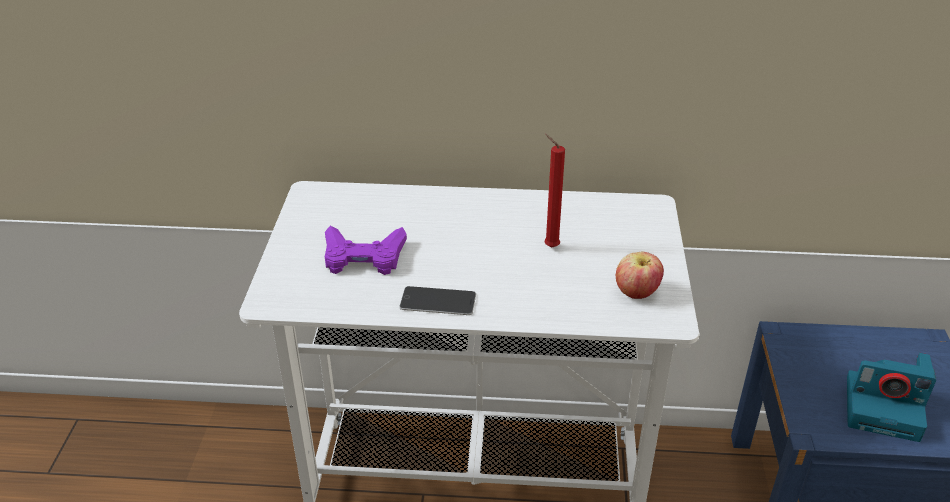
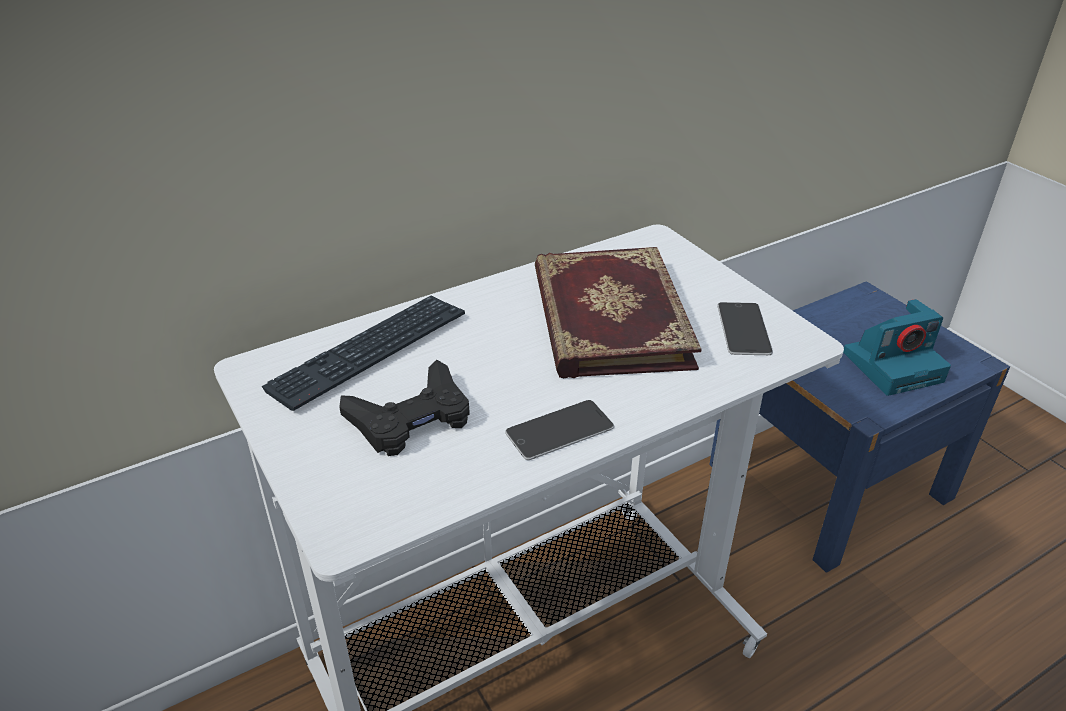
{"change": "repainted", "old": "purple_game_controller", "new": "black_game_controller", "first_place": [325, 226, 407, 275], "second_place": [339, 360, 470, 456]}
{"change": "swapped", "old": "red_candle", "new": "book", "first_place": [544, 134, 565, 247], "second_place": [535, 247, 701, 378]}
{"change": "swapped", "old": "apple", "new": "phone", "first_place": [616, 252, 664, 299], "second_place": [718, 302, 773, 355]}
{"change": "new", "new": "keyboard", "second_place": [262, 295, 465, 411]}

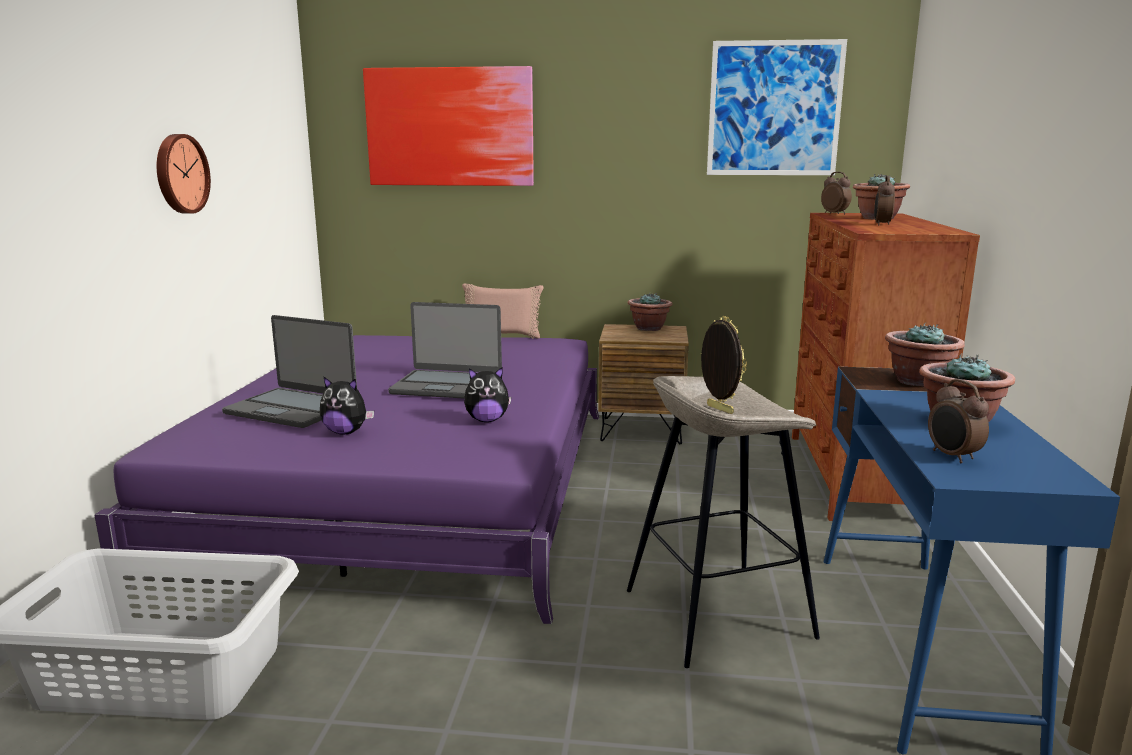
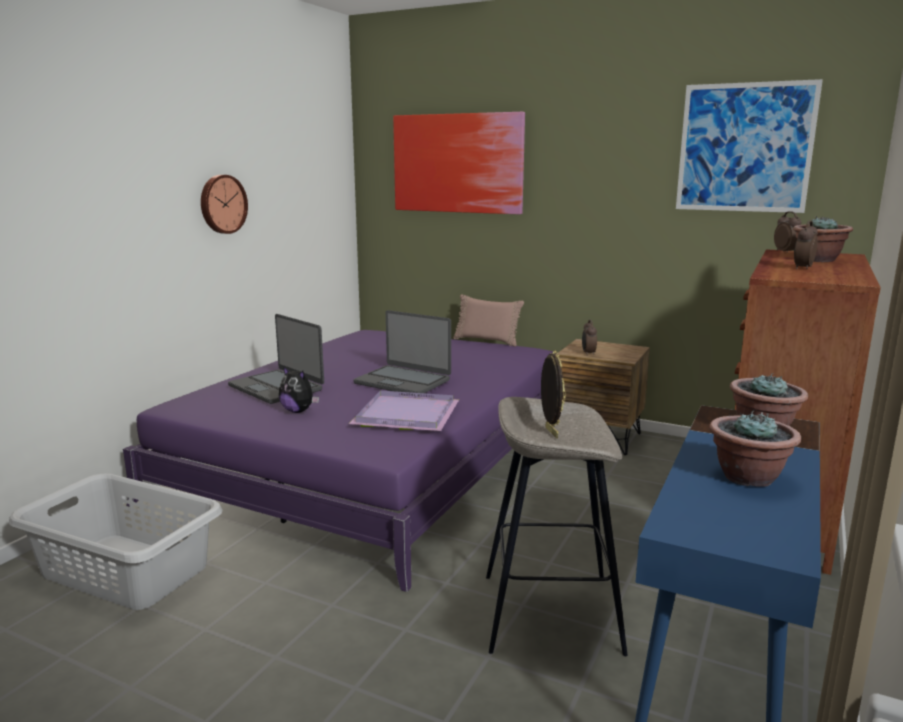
{"change": "swapped", "old": "plush_toy", "new": "purple_tray", "first_place": [464, 367, 511, 422], "second_place": [349, 390, 459, 431]}
{"change": "gone", "old": "potted_plant", "first_place": [628, 292, 672, 331]}
{"change": "shifted", "old": "alarm_clock", "first_place": [928, 379, 989, 463], "second_place": [582, 320, 597, 356]}

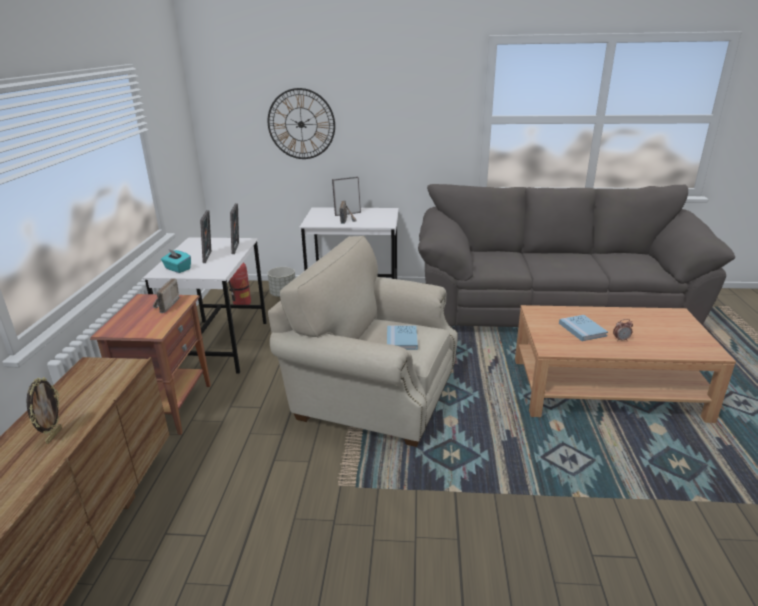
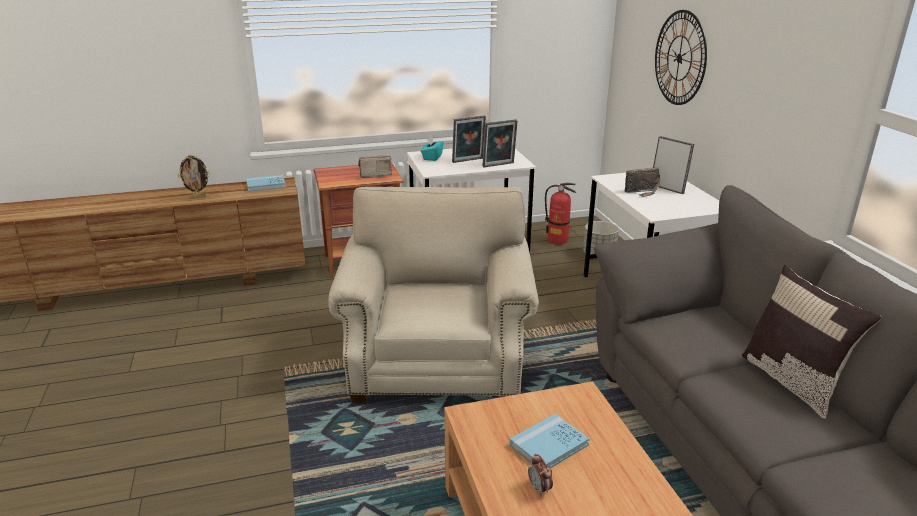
{"change": "shifted", "old": "blue_book", "first_place": [387, 325, 418, 350], "second_place": [246, 174, 286, 192]}
{"change": "new", "new": "pillow", "second_place": [742, 265, 881, 419]}

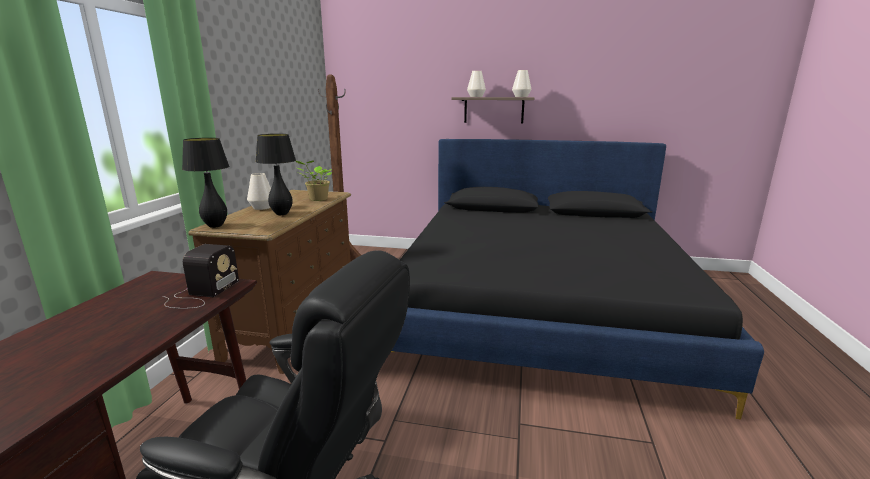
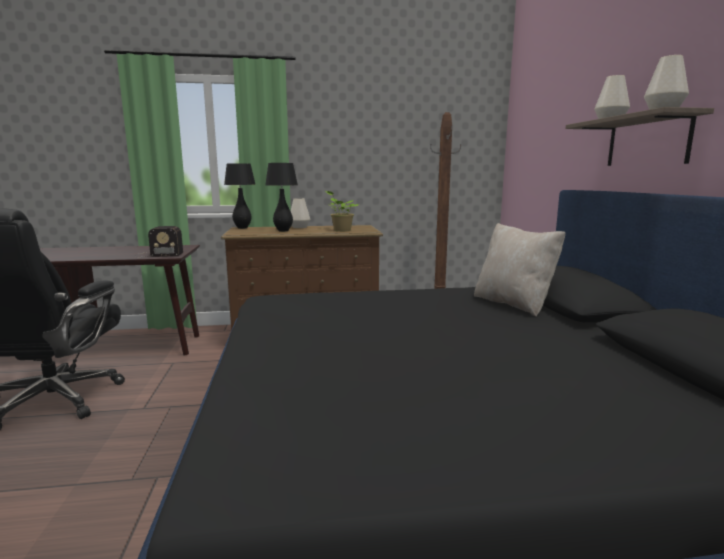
{"change": "new", "new": "beige_pillow", "second_place": [474, 223, 566, 317]}

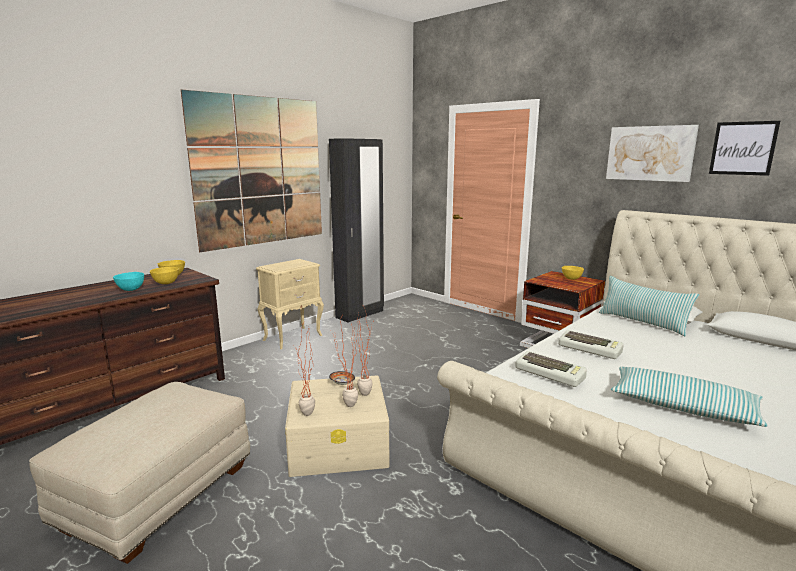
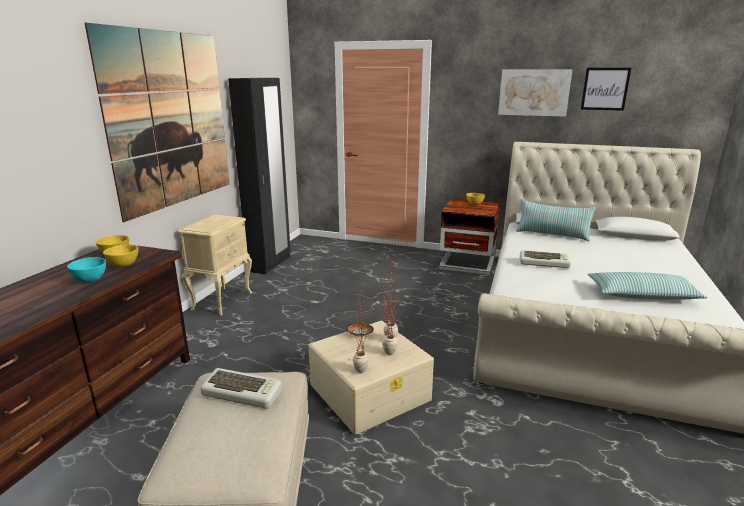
{"change": "shifted", "old": "keyboard", "first_place": [515, 351, 587, 387], "second_place": [200, 368, 282, 409]}

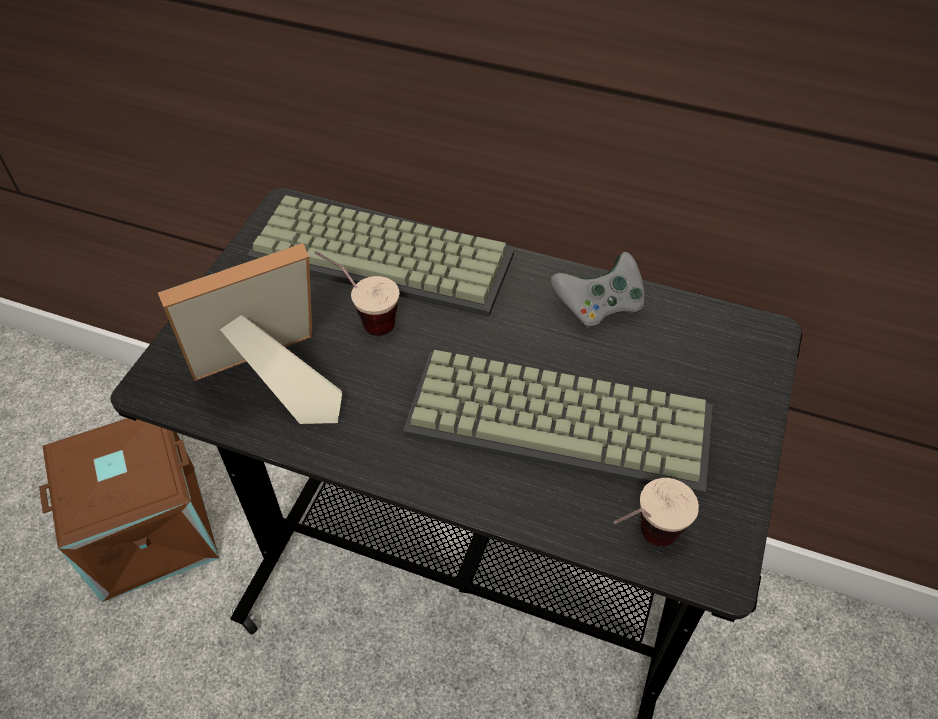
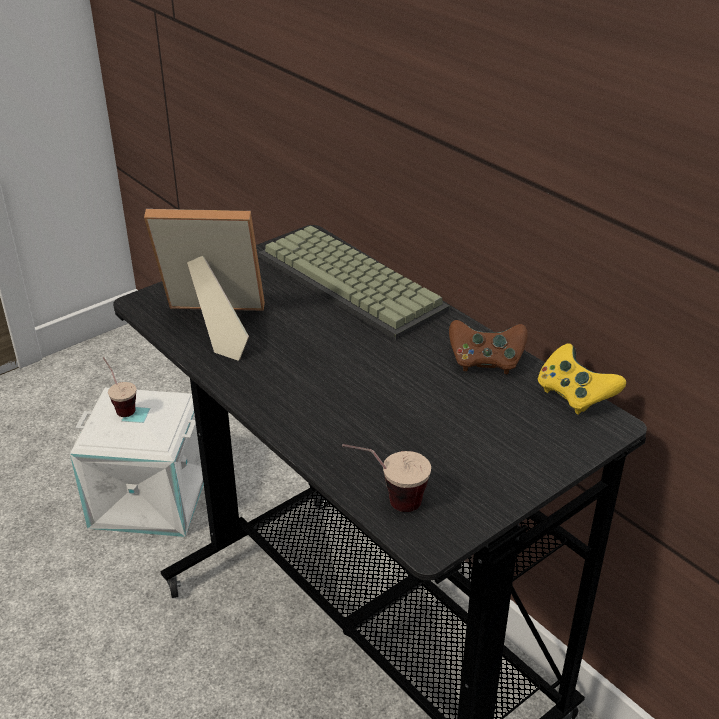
{"change": "repainted", "old": "brown_storage_box", "new": "white_storage_box", "first_place": [39, 418, 219, 602], "second_place": [70, 388, 204, 537]}
{"change": "shifted", "old": "cup", "first_place": [314, 251, 400, 336], "second_place": [103, 357, 136, 417]}
{"change": "gone", "old": "keyboard", "first_place": [403, 350, 713, 496]}
{"change": "repainted", "old": "grey_game_controller", "new": "brown_game_controller", "first_place": [551, 252, 644, 329], "second_place": [449, 320, 528, 374]}
{"change": "new", "new": "yellow_game_controller", "second_place": [538, 344, 626, 415]}

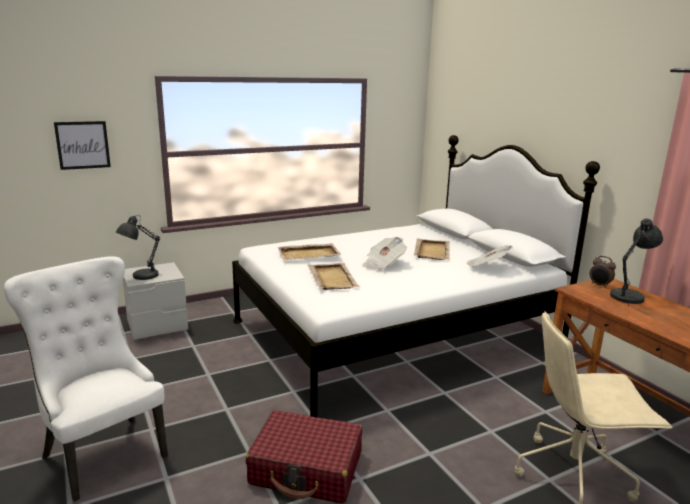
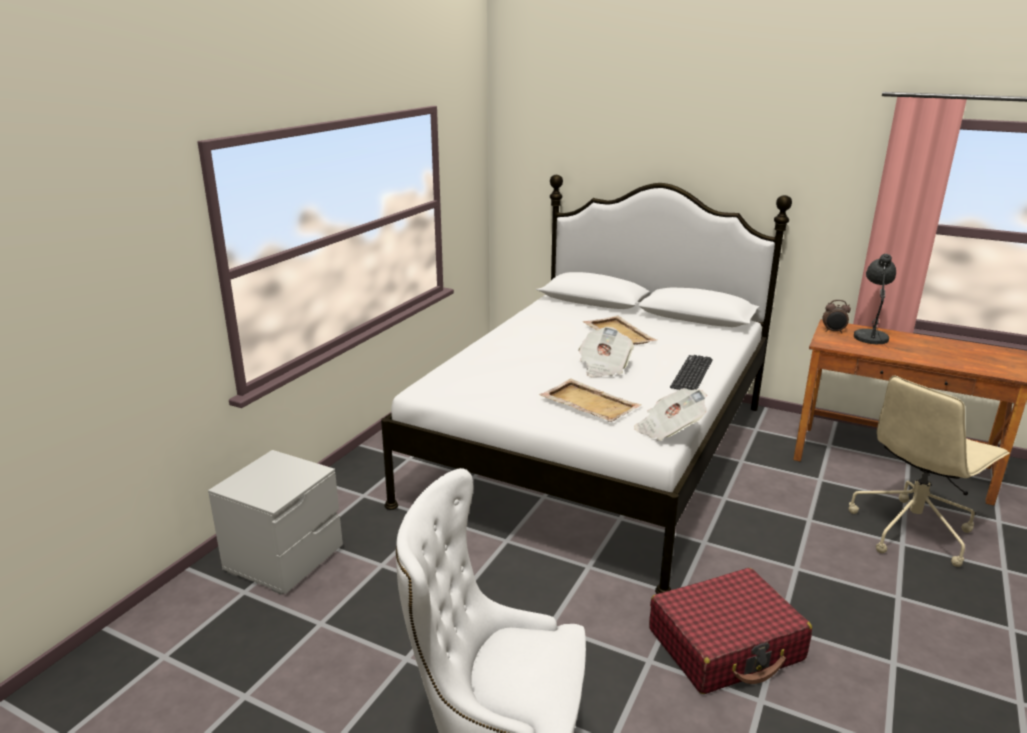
{"change": "gone", "old": "picture", "first_place": [54, 121, 111, 170]}
{"change": "gone", "old": "grey_table_lamp", "first_place": [116, 215, 160, 280]}
{"change": "gone", "old": "beige_tray", "first_place": [278, 243, 341, 260]}
{"change": "shifted", "old": "newspaper", "first_place": [467, 245, 513, 268], "second_place": [634, 388, 707, 441]}
{"change": "new", "new": "keyboard", "second_place": [670, 355, 713, 390]}

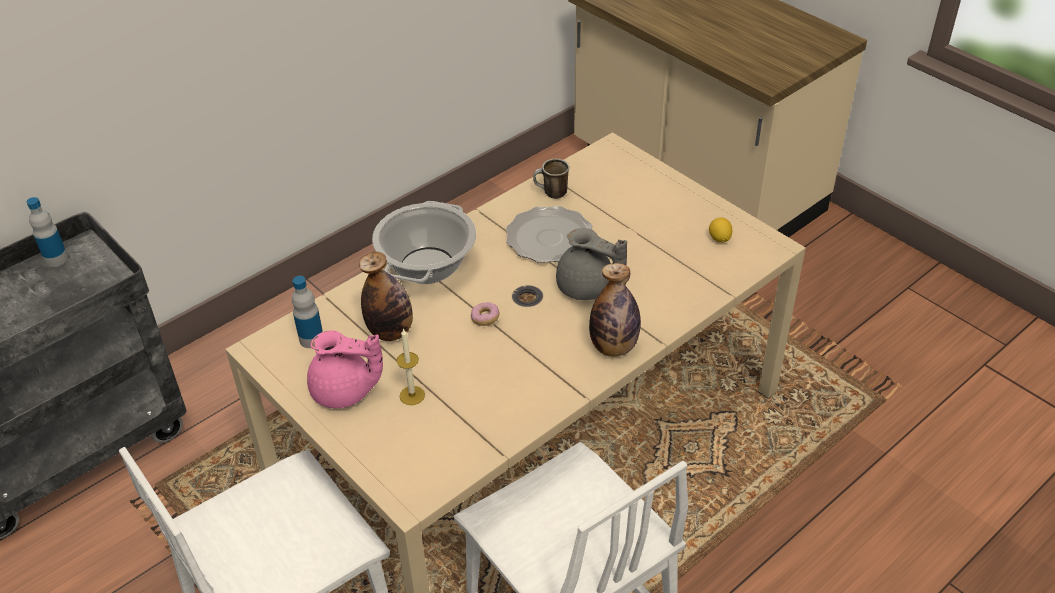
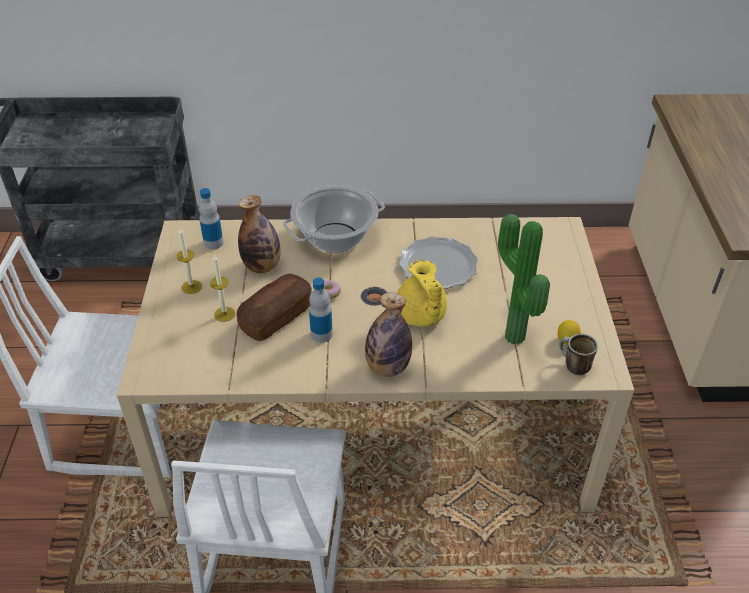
{"change": "shifted", "old": "bottle", "first_place": [27, 197, 68, 267], "second_place": [309, 278, 333, 343]}
{"change": "swapped", "old": "pink_teapot", "new": "candle", "first_place": [307, 330, 383, 408], "second_place": [176, 227, 202, 294]}
{"change": "shifted", "old": "mug", "first_place": [533, 158, 569, 199], "second_place": [559, 334, 598, 375]}
{"change": "repainted", "old": "grey_teapot", "new": "yellow_teapot", "first_place": [556, 228, 627, 300], "second_place": [397, 260, 447, 327]}
{"change": "new", "new": "bread", "second_place": [237, 274, 312, 341]}
{"change": "new", "new": "potted_plant", "second_place": [498, 214, 550, 345]}

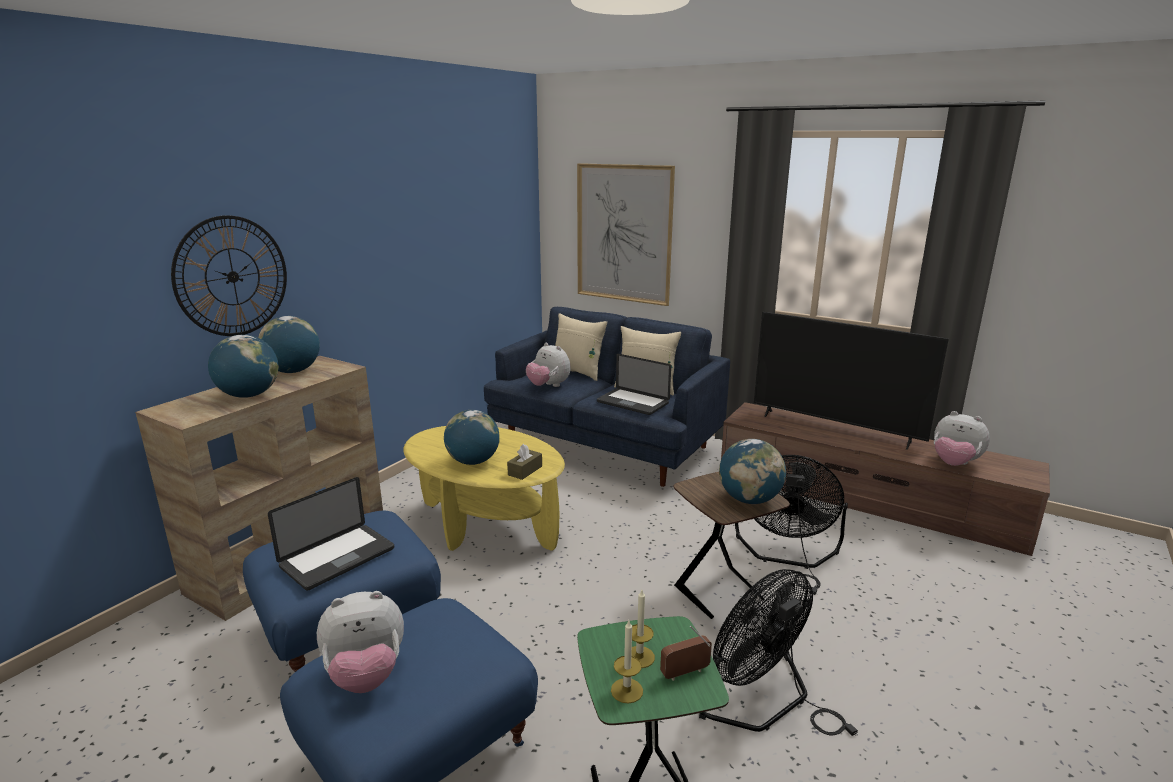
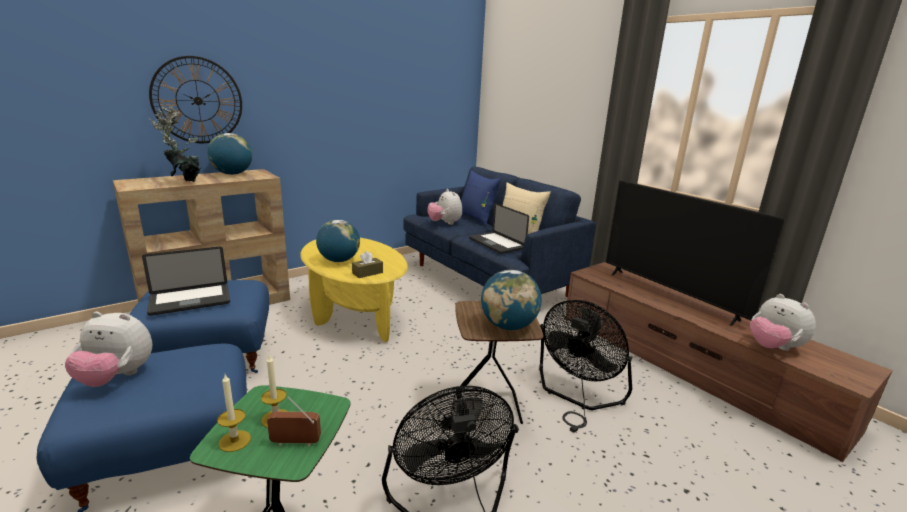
{"change": "swapped", "old": "globe", "new": "potted_plant", "first_place": [208, 335, 278, 398], "second_place": [149, 105, 201, 182]}
{"change": "repainted", "old": "beige_pillow", "new": "blue_pillow", "first_place": [555, 313, 607, 381], "second_place": [461, 170, 501, 226]}
{"change": "gone", "old": "picture", "first_place": [577, 163, 675, 306]}

